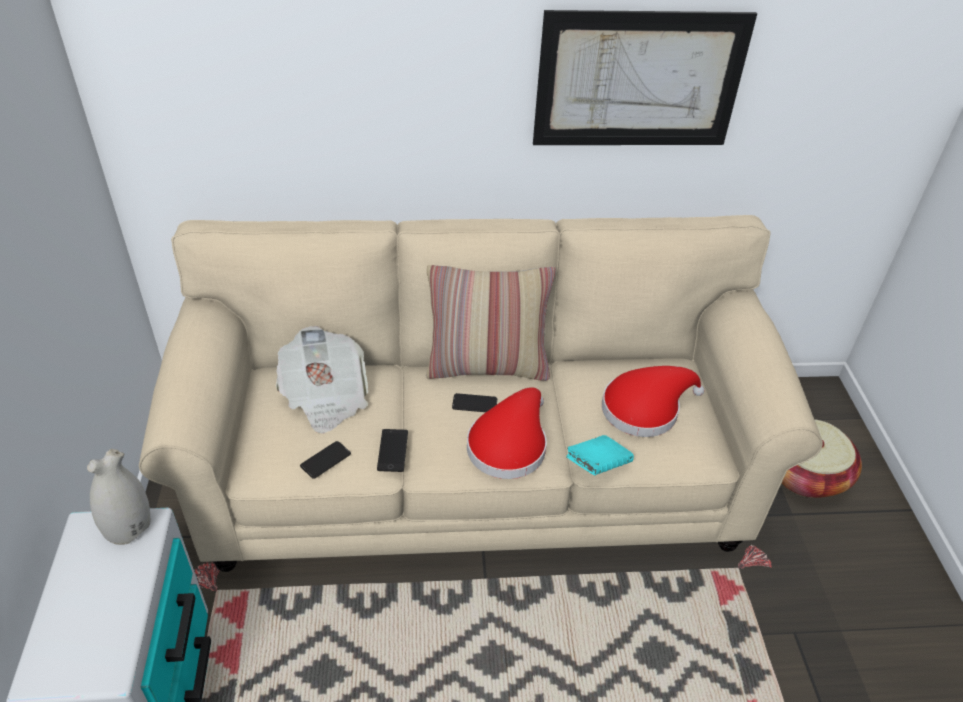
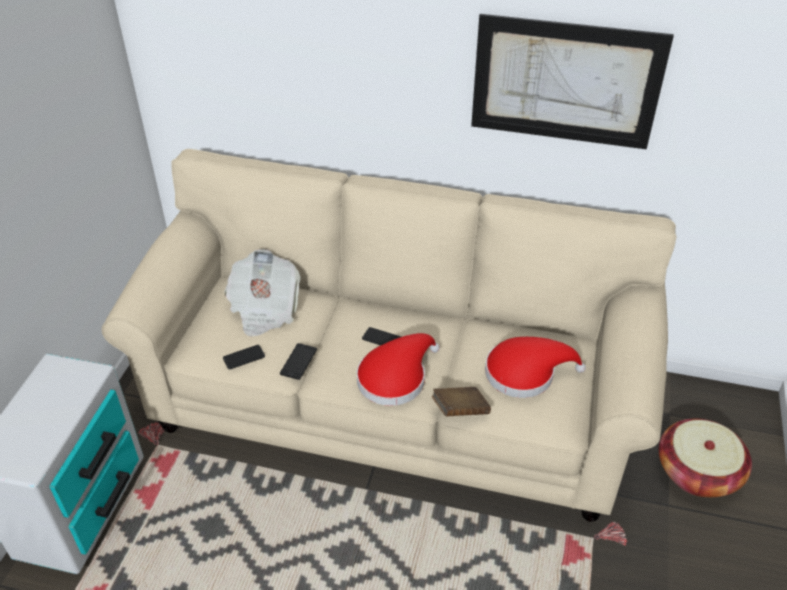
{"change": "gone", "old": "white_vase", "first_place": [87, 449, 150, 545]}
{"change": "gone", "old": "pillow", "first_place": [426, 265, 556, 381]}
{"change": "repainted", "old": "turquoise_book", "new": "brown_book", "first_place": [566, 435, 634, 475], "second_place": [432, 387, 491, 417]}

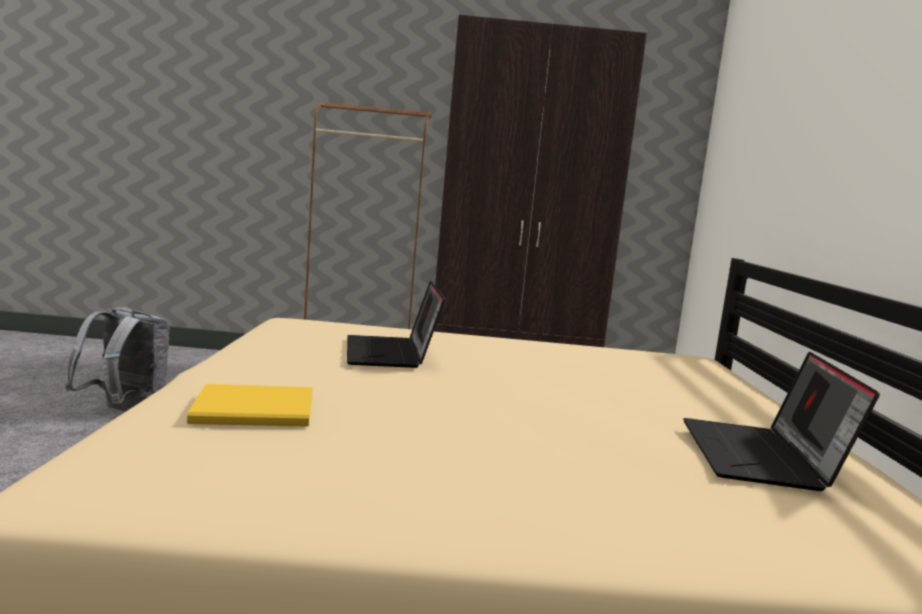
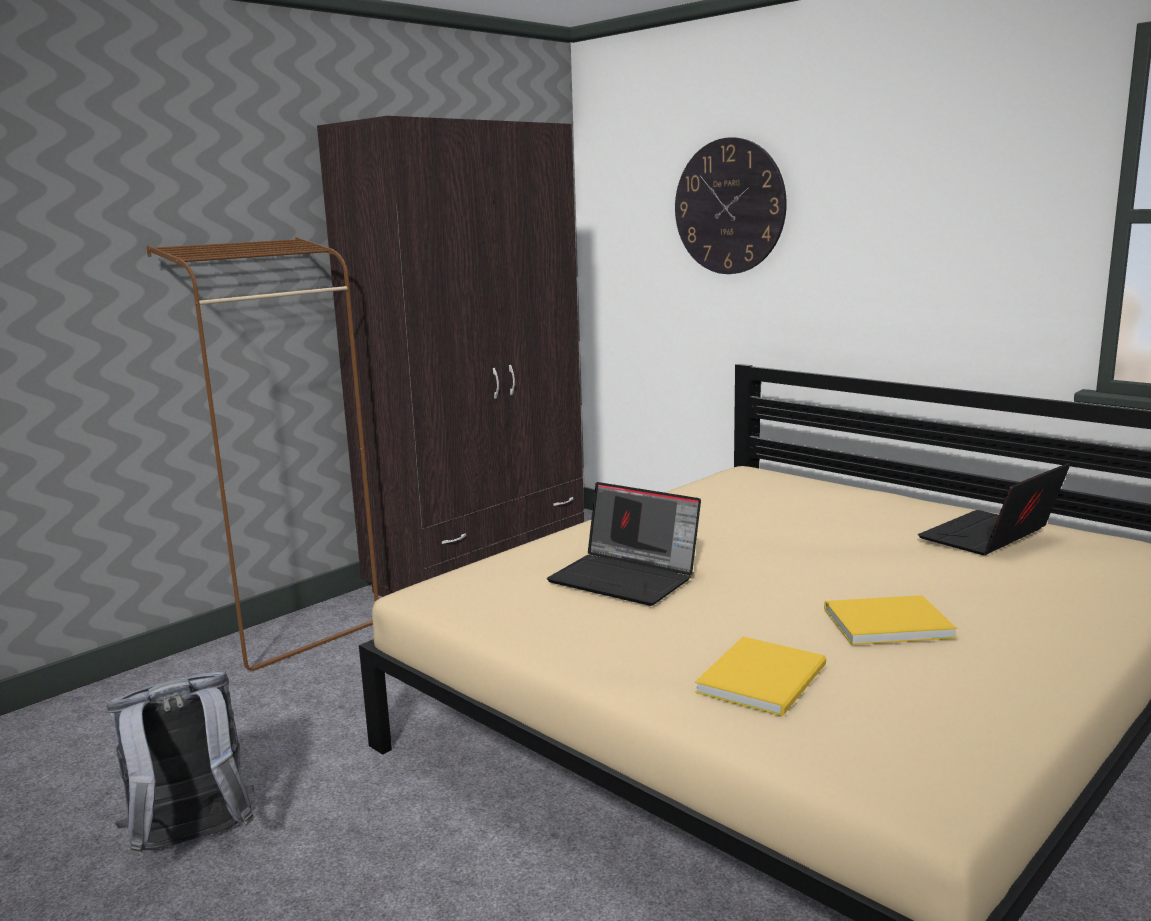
{"change": "rotated", "old": "laptop", "first_place": [683, 352, 880, 491], "second_place": [918, 463, 1070, 555], "degrees": 90}
{"change": "new", "new": "wall_clock", "second_place": [675, 137, 787, 274]}
{"change": "new", "new": "yellow_book", "second_place": [824, 595, 957, 645]}

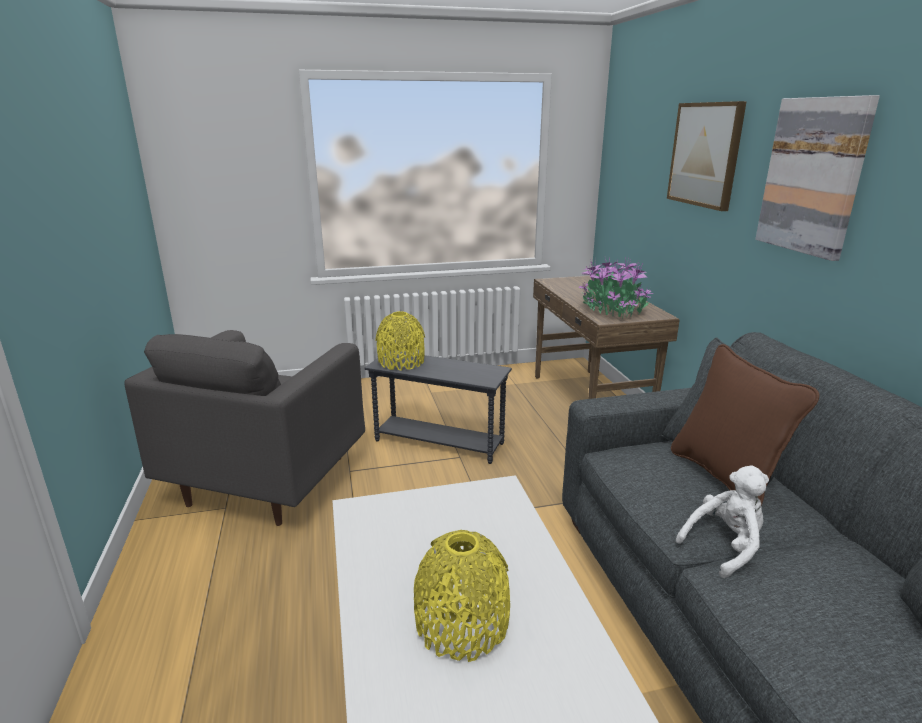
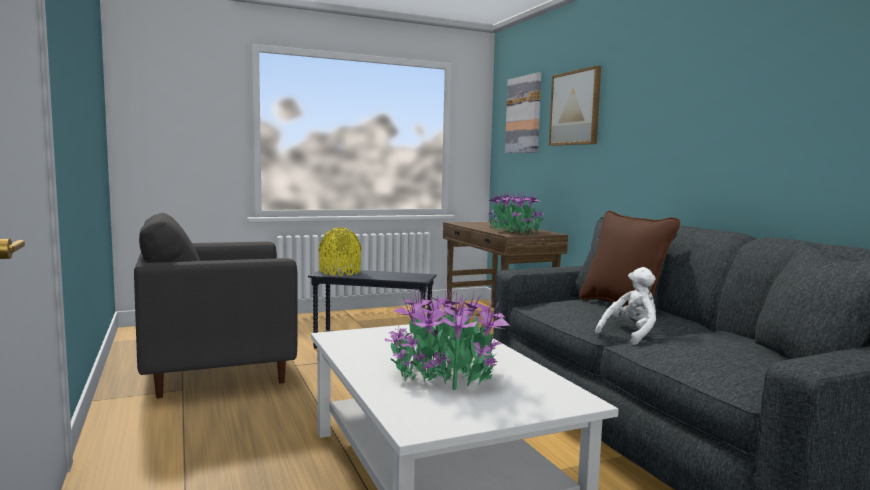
{"change": "rotated", "old": "grey_armchair", "first_place": [124, 330, 365, 526], "second_place": [134, 213, 298, 398], "degrees": 60}
{"change": "swapped", "old": "yellow_vase", "new": "potted_plant", "first_place": [414, 530, 510, 662], "second_place": [385, 288, 510, 390]}
{"change": "shifted", "old": "picture", "first_place": [755, 95, 880, 261], "second_place": [505, 72, 541, 153]}

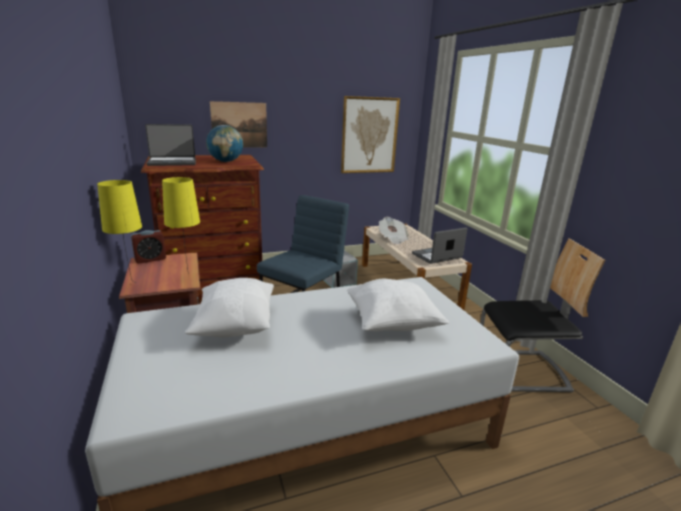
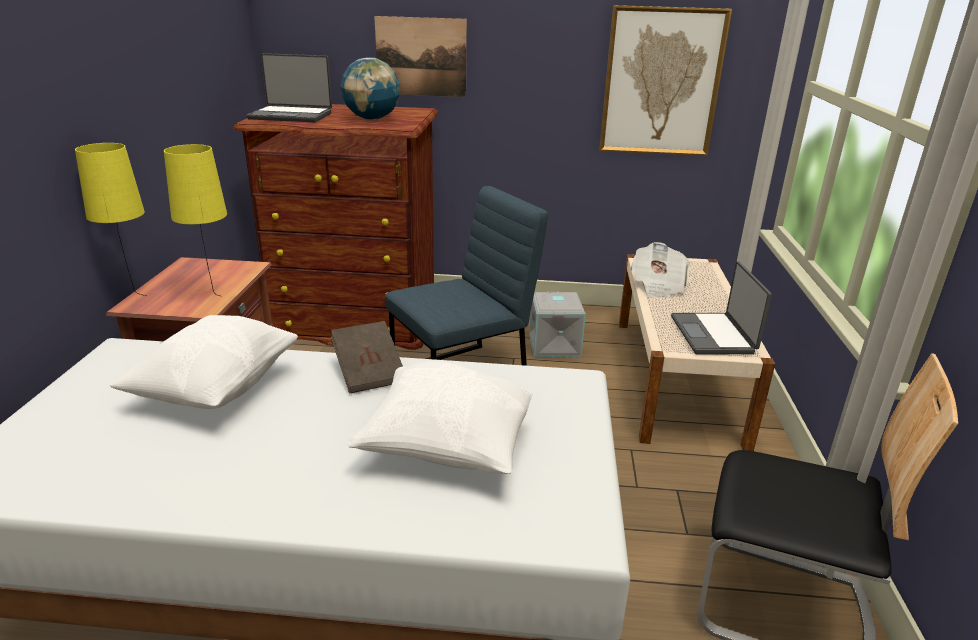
{"change": "gone", "old": "alarm_clock", "first_place": [131, 230, 166, 264]}
{"change": "rotated", "old": "laptop", "first_place": [412, 227, 467, 264], "second_place": [671, 261, 772, 354], "degrees": -90}
{"change": "new", "new": "brown_book", "second_place": [331, 321, 403, 394]}

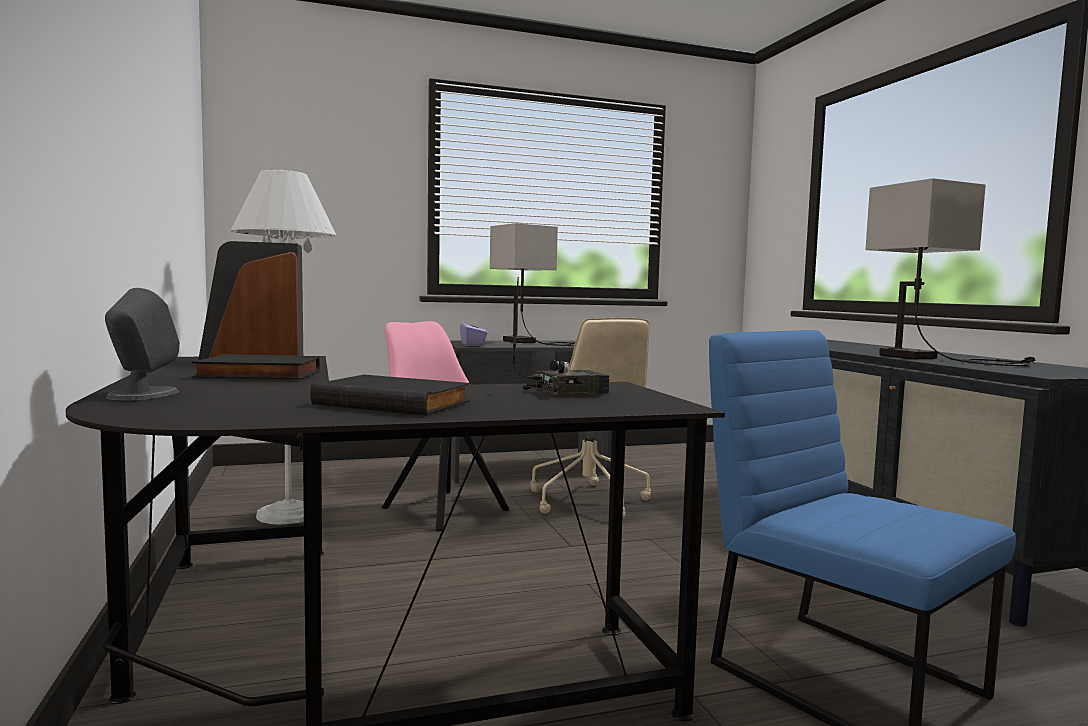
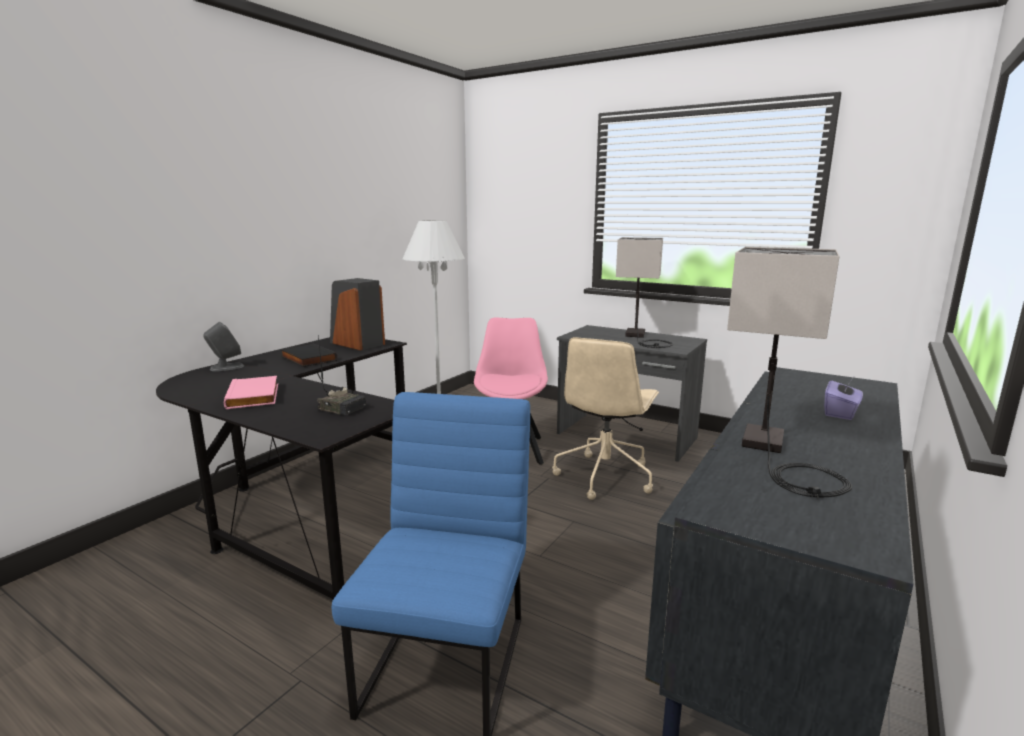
{"change": "repainted", "old": "black_book", "new": "pink_book", "first_place": [310, 375, 470, 416], "second_place": [224, 376, 278, 409]}
{"change": "shifted", "old": "purple_tissue_box", "first_place": [460, 317, 487, 346], "second_place": [824, 378, 863, 420]}

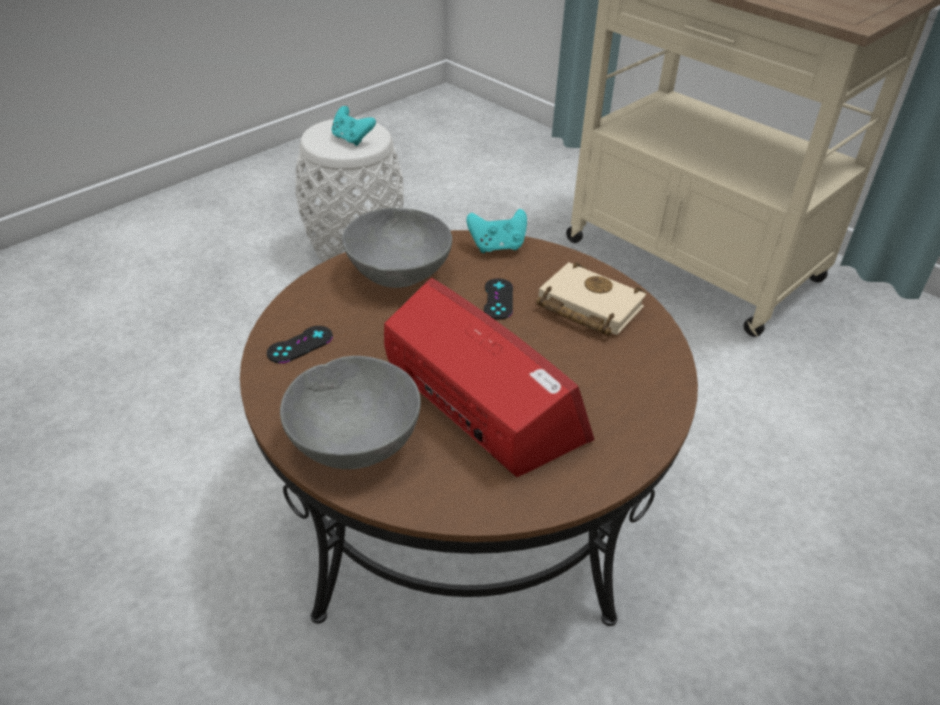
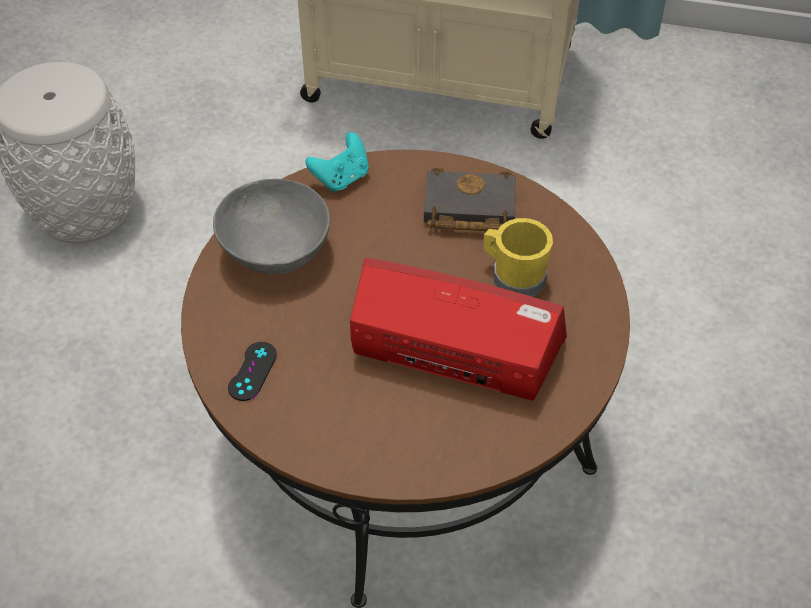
{"change": "gone", "old": "grey_bowl", "first_place": [280, 356, 421, 469]}
{"change": "gone", "old": "turquoise_game_controller", "first_place": [332, 106, 376, 146]}
{"change": "gone", "old": "black_game_controller", "first_place": [484, 278, 513, 320]}
{"change": "repainted", "old": "beige_book", "new": "black_book", "first_place": [536, 262, 646, 336], "second_place": [424, 168, 516, 231]}
{"change": "new", "new": "yellow_mug", "second_place": [484, 218, 553, 297]}

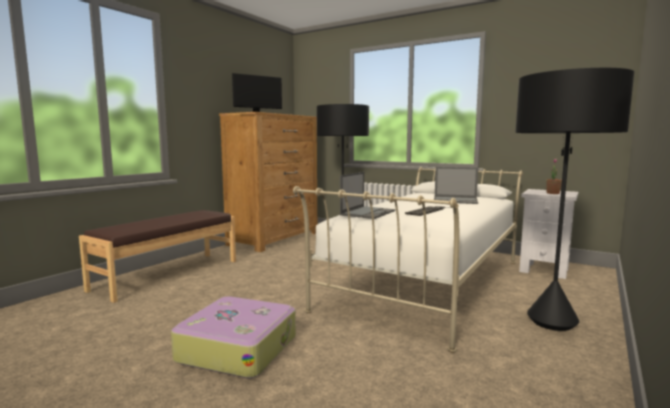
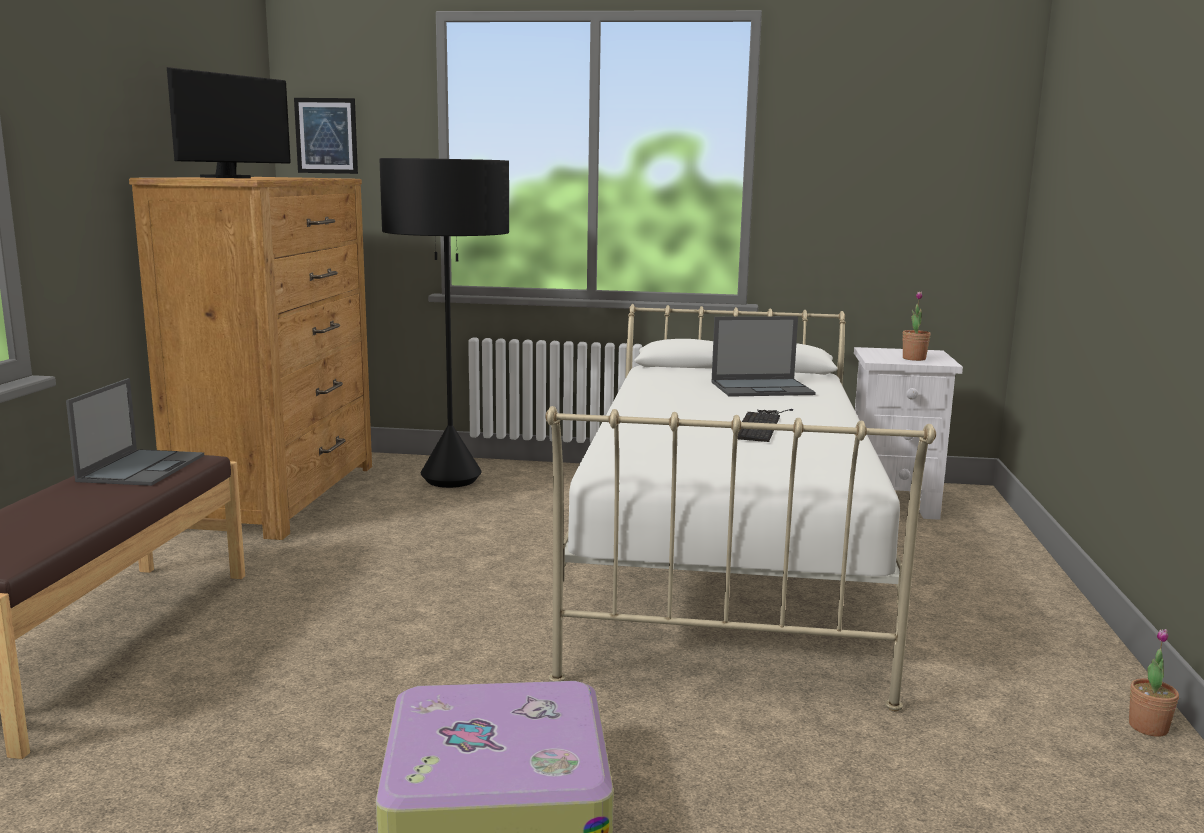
{"change": "shifted", "old": "laptop", "first_place": [340, 172, 395, 219], "second_place": [66, 378, 204, 486]}
{"change": "gone", "old": "black_floor_lamp", "first_place": [515, 68, 634, 331]}
{"change": "new", "new": "picture", "second_place": [294, 98, 358, 174]}
{"change": "new", "new": "potted_plant", "second_place": [1129, 629, 1179, 737]}

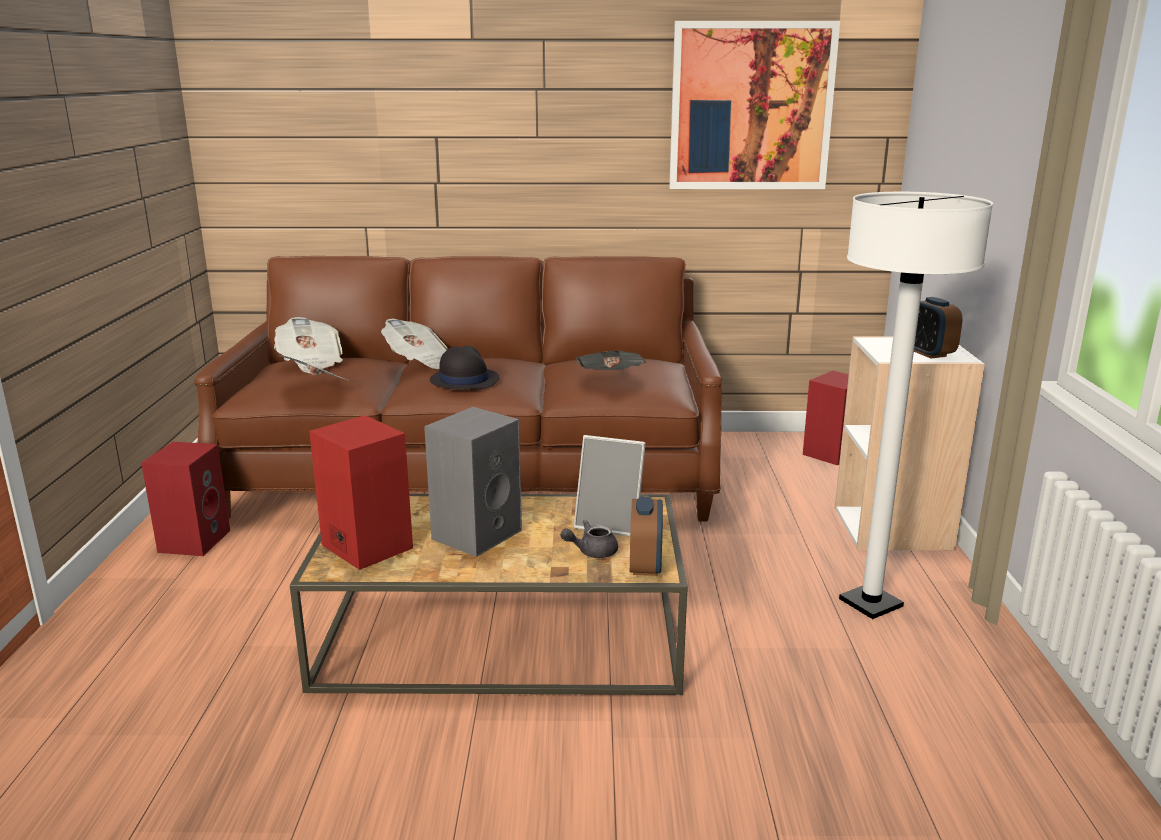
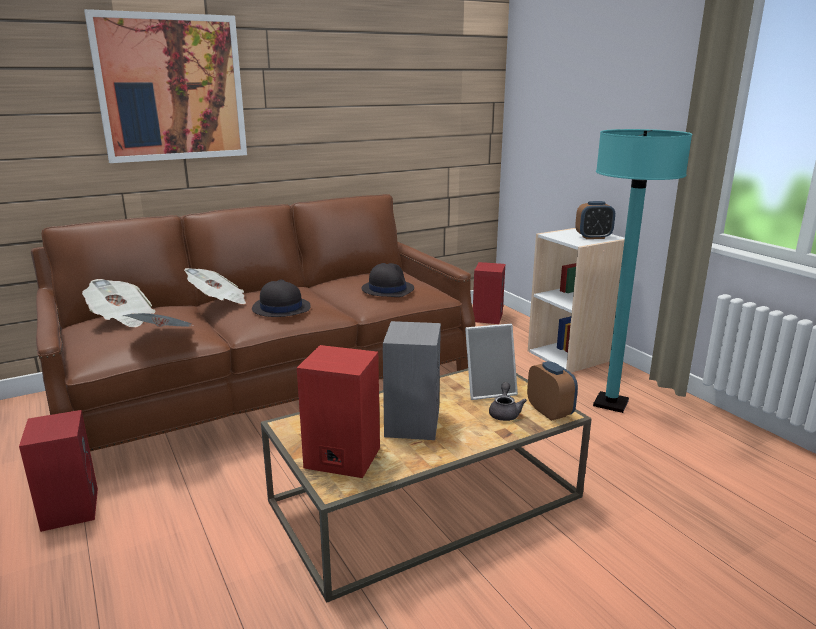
{"change": "rotated", "old": "grey_teapot", "first_place": [560, 520, 618, 558], "second_place": [489, 382, 527, 421], "degrees": 150}
{"change": "swapped", "old": "newspaper", "new": "black_hat", "first_place": [575, 351, 646, 370], "second_place": [361, 263, 414, 297]}
{"change": "shifted", "old": "picture", "first_place": [669, 21, 840, 189], "second_place": [84, 9, 247, 163]}
{"change": "repainted", "old": "white_floor_lamp", "new": "turquoise_floor_lamp", "first_place": [839, 192, 993, 619], "second_place": [593, 129, 692, 413]}
{"change": "rotated", "old": "alarm_clock", "first_place": [914, 297, 963, 359], "second_place": [575, 201, 615, 239], "degrees": -45}

